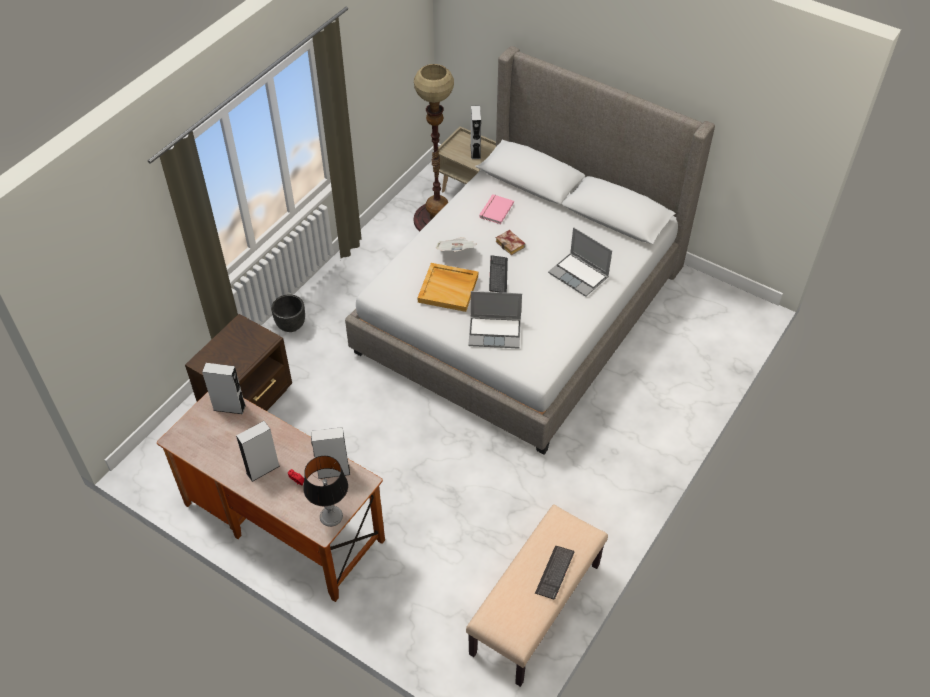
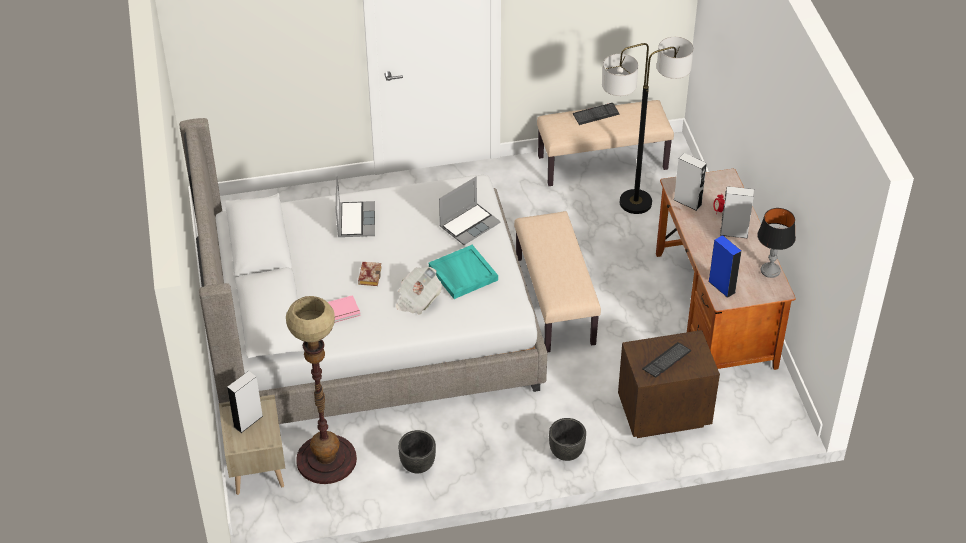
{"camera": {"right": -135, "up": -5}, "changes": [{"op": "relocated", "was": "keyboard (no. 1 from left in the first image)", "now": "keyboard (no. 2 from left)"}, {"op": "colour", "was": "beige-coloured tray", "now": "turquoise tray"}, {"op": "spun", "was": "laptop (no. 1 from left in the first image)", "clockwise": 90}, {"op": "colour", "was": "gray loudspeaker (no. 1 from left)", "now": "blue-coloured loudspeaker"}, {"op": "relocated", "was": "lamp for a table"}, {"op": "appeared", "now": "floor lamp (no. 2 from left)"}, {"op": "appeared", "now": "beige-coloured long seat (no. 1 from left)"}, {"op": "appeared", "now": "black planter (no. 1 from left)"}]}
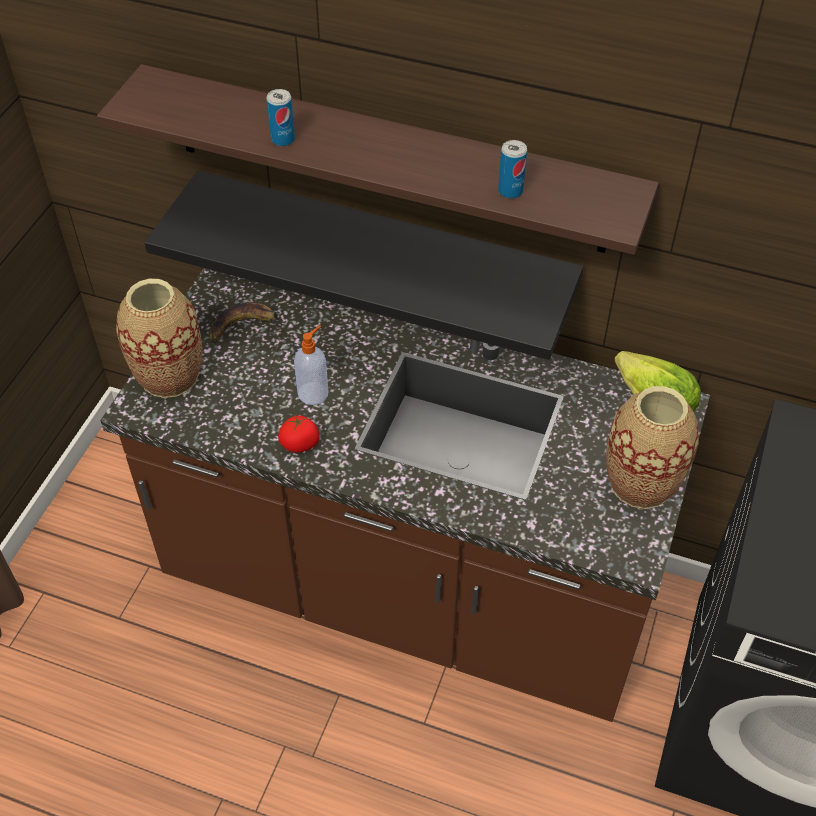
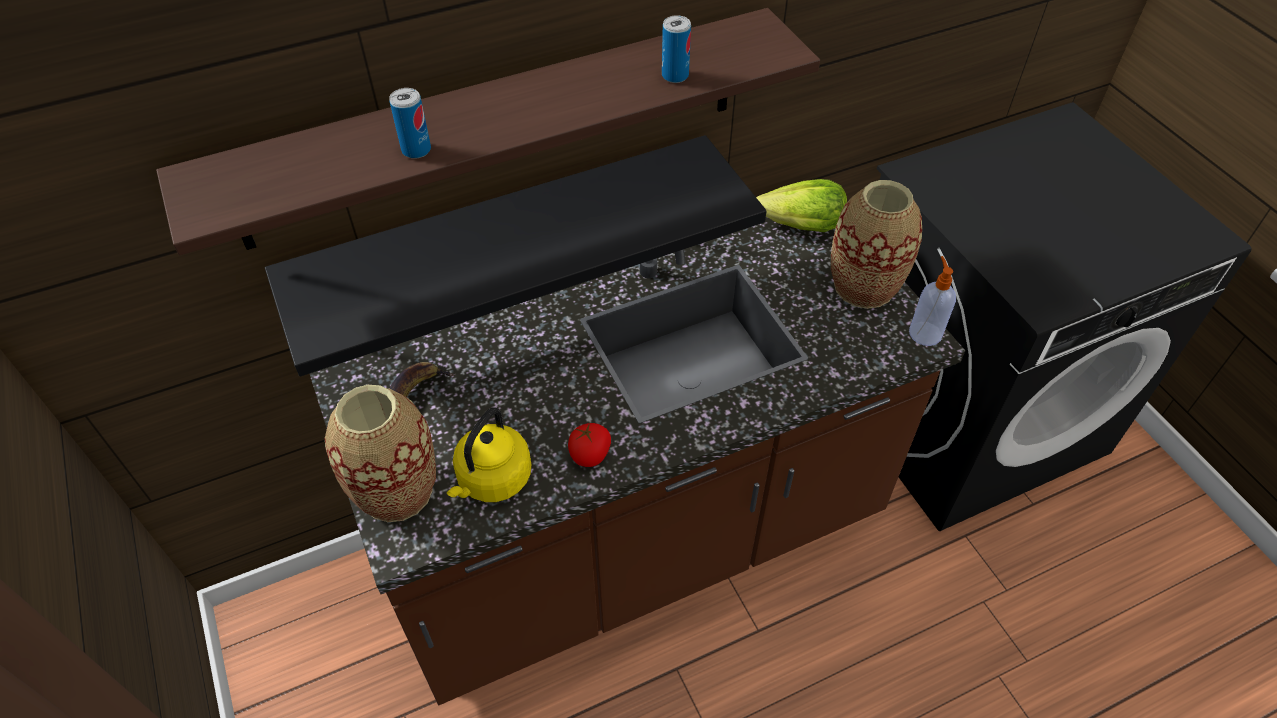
{"camera": {"right": -45, "up": 0}, "changes": [{"op": "relocated", "was": "soap dispenser"}, {"op": "appeared", "now": "yellow tea kettle"}]}
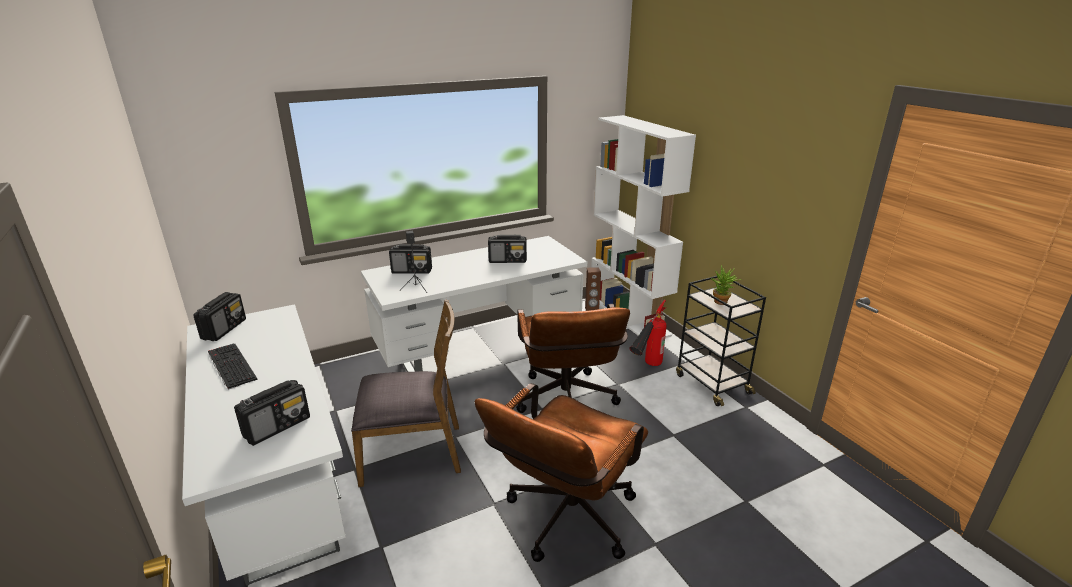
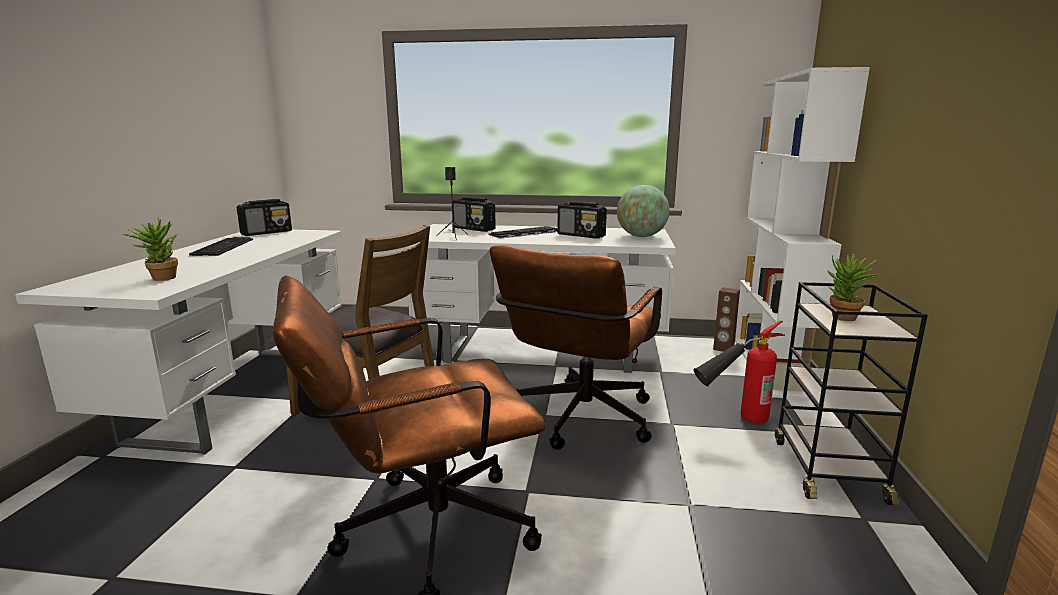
{"camera": {"right": 35, "up": -10}, "changes": [{"op": "exchanged", "was": "radio receiver (no. 2 from left)", "now": "houseplant (no. 1 from left)"}, {"op": "appeared", "now": "desk globe"}, {"op": "appeared", "now": "keyboard (no. 2 from left)"}]}
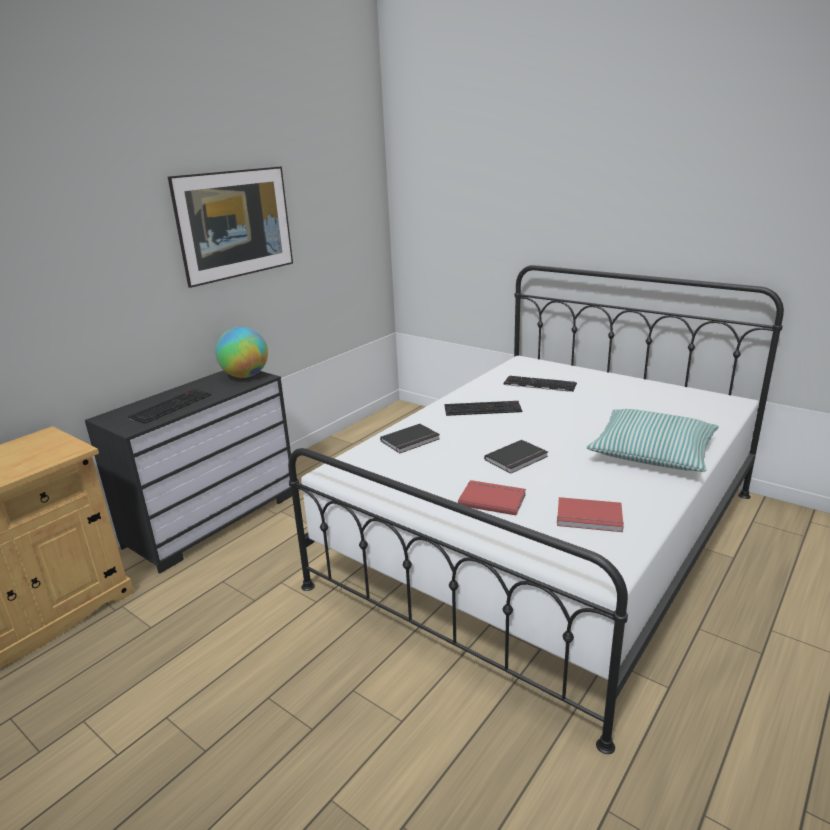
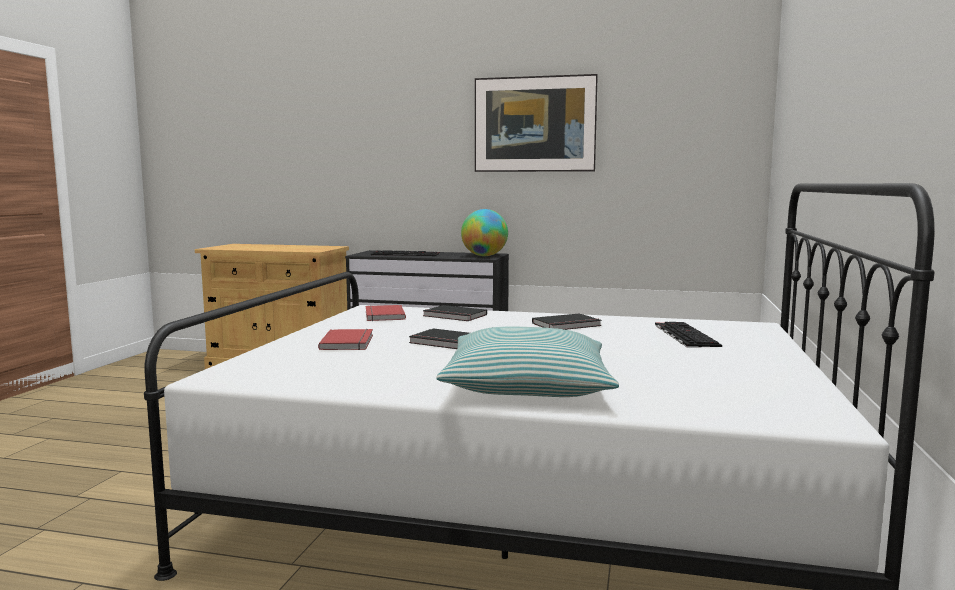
{"camera": {"right": 65, "up": -15}, "changes": [{"op": "exchanged", "was": "keyboard (no. 2 from left)", "now": "black volume (no. 3 from left)"}, {"op": "relocated", "was": "reddish volume (no. 2 from left)"}]}
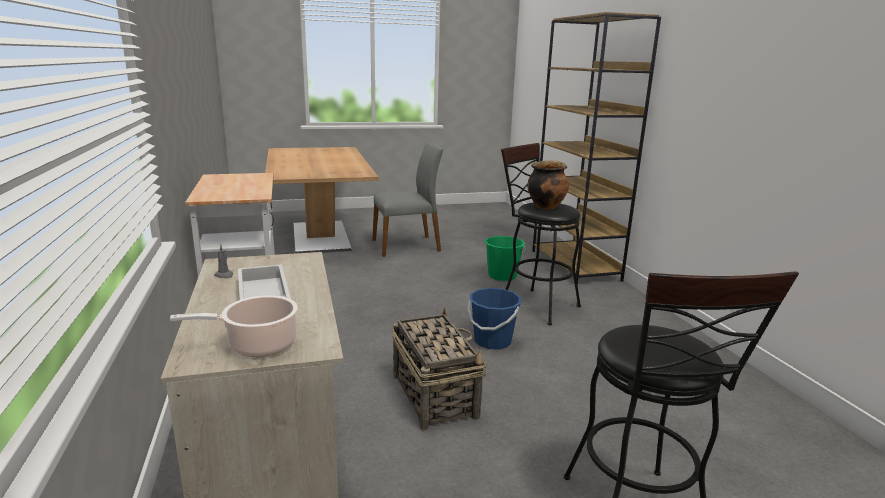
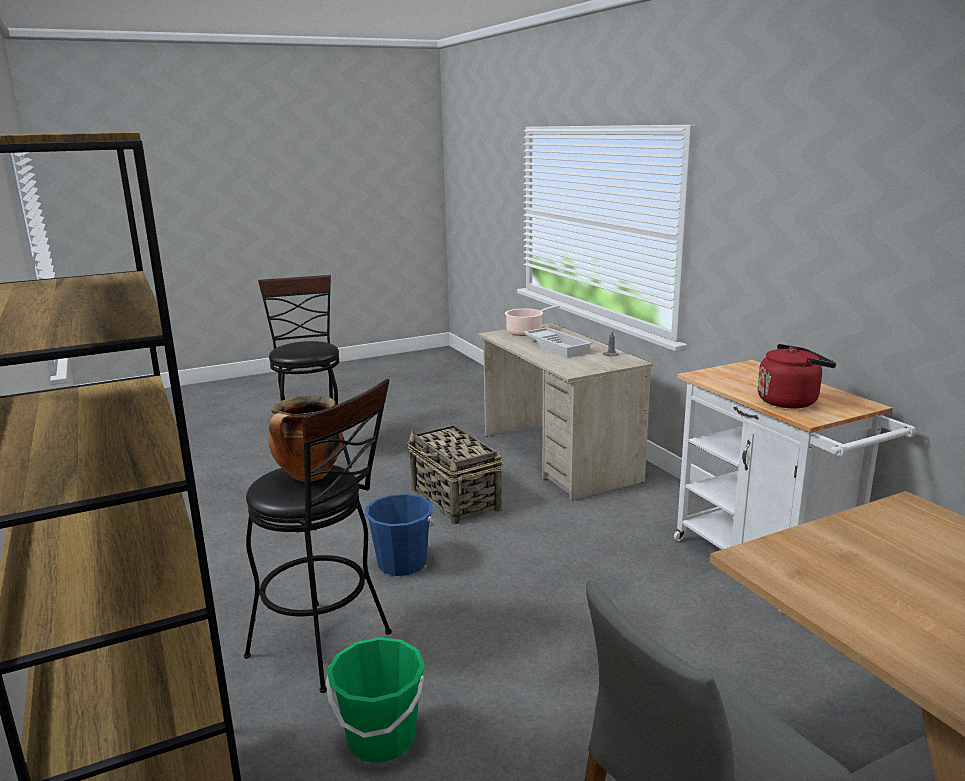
{"camera": {"right": 170, "up": 0}, "changes": [{"op": "appeared", "now": "reddish tea kettle"}]}
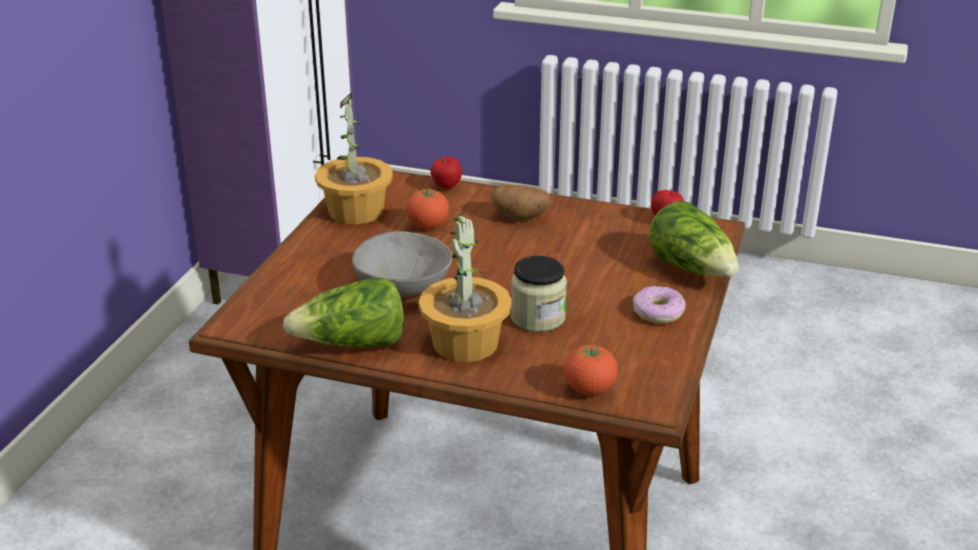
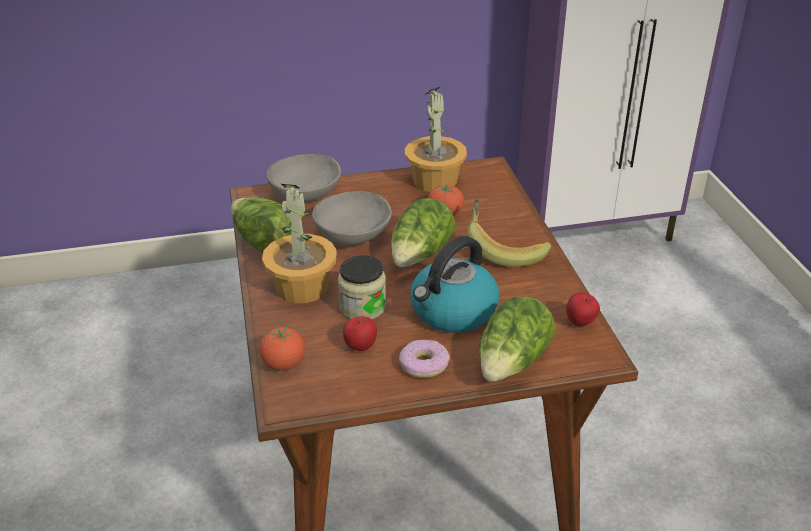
{"camera": {"right": 60, "up": 5}, "changes": [{"op": "relocated", "was": "apple fruit (no. 1 from left)"}, {"op": "exchanged", "was": "spud", "now": "banana"}, {"op": "appeared", "now": "gray deep dish (no. 1 from left)"}, {"op": "appeared", "now": "head of lettuce (no. 2 from left)"}, {"op": "appeared", "now": "tea kettle"}]}
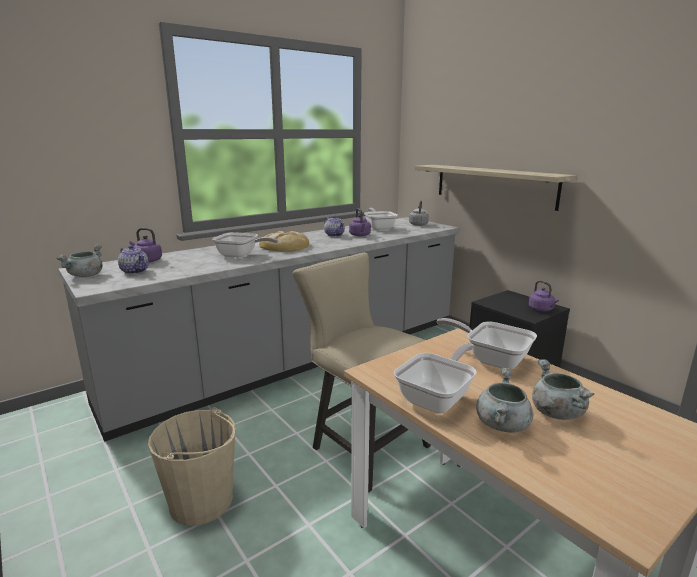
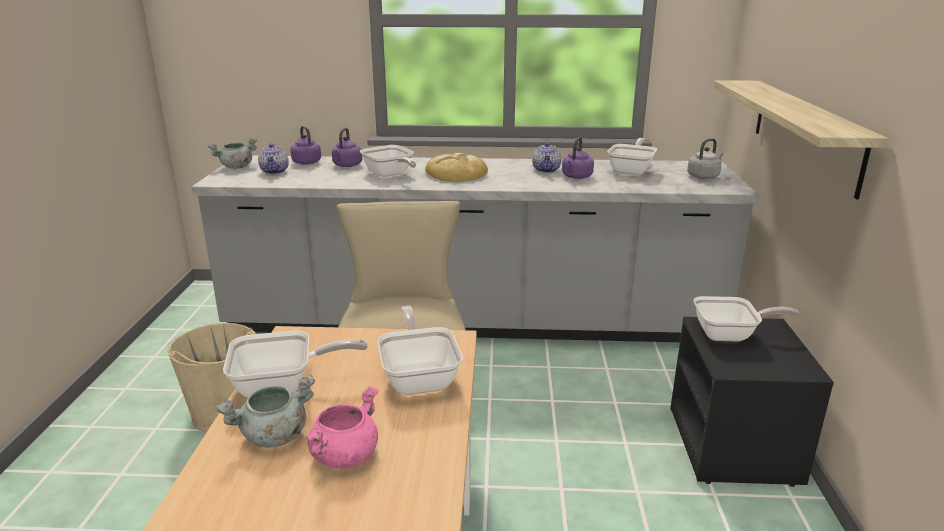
{"camera": {"right": 40, "up": 5}, "changes": [{"op": "relocated", "was": "purple tea kettle (no. 3 from left in the first image)", "now": "purple tea kettle (no. 2 from left)"}, {"op": "colour", "was": "gray cooking pot (no. 3 from left)", "now": "pinkish cooking pot"}, {"op": "appeared", "now": "pan (no. 5 from left)"}]}
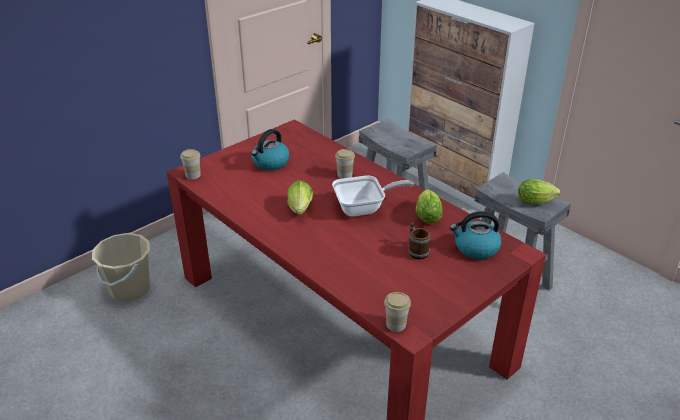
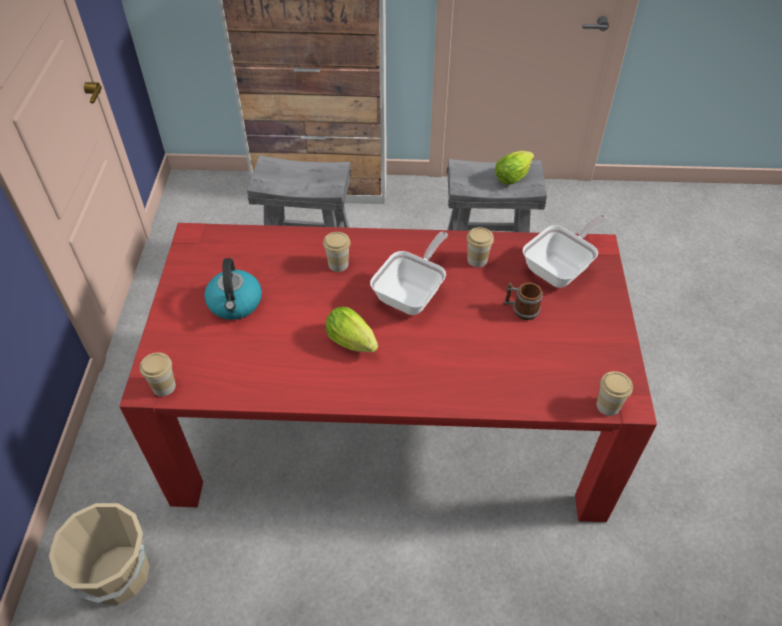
{"camera": {"right": -45, "up": 15}, "changes": [{"op": "exchanged", "was": "head of lettuce (no. 2 from left)", "now": "small cup (no. 3 from left)"}, {"op": "exchanged", "was": "tea kettle (no. 2 from left)", "now": "pan (no. 2 from left)"}]}
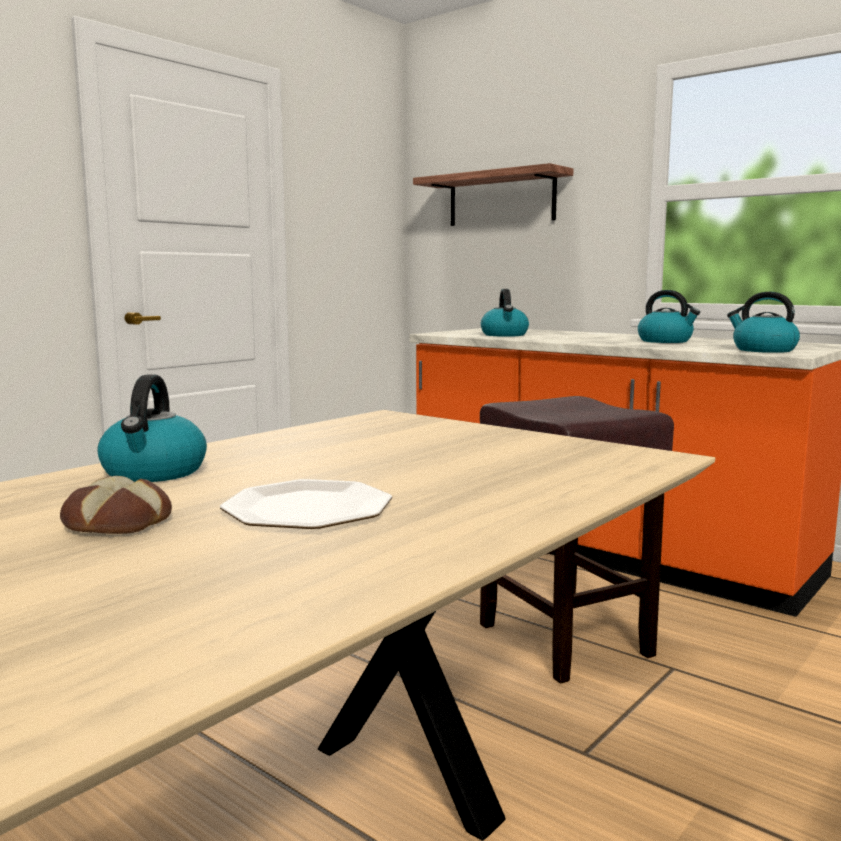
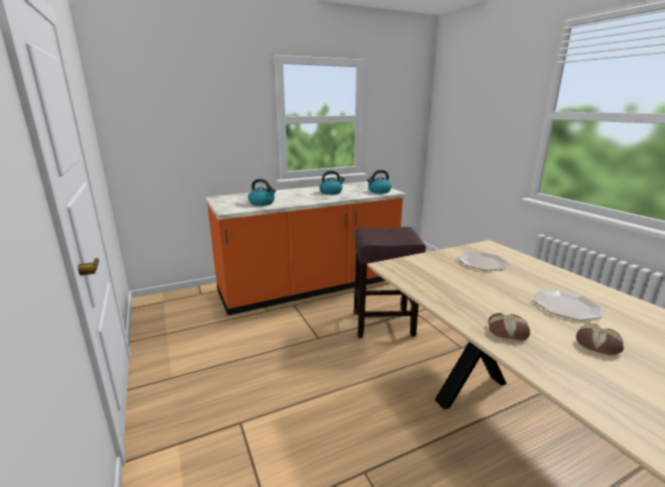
{"camera": {"right": -65, "up": 10}, "changes": [{"op": "missing", "was": "bracket shelf"}, {"op": "exchanged", "was": "tea kettle (no. 1 from left)", "now": "bakery bread (no. 1 from left)"}, {"op": "appeared", "now": "plate (no. 1 from left)"}]}
